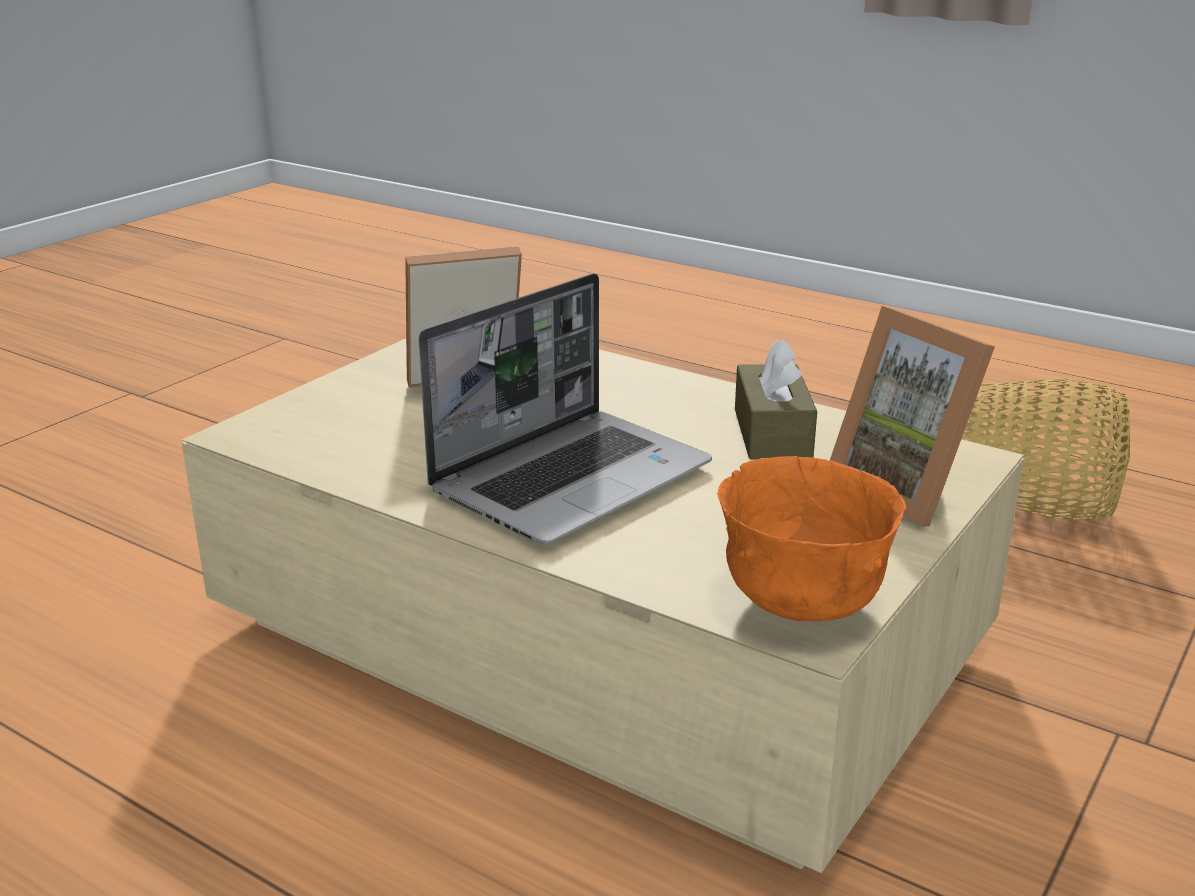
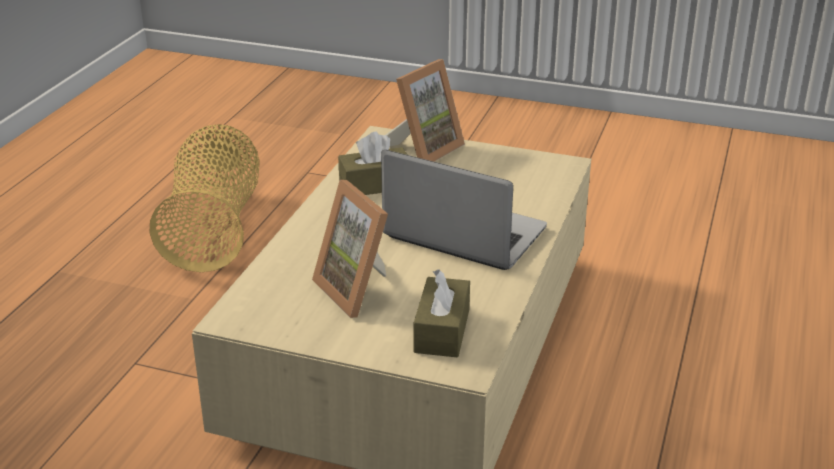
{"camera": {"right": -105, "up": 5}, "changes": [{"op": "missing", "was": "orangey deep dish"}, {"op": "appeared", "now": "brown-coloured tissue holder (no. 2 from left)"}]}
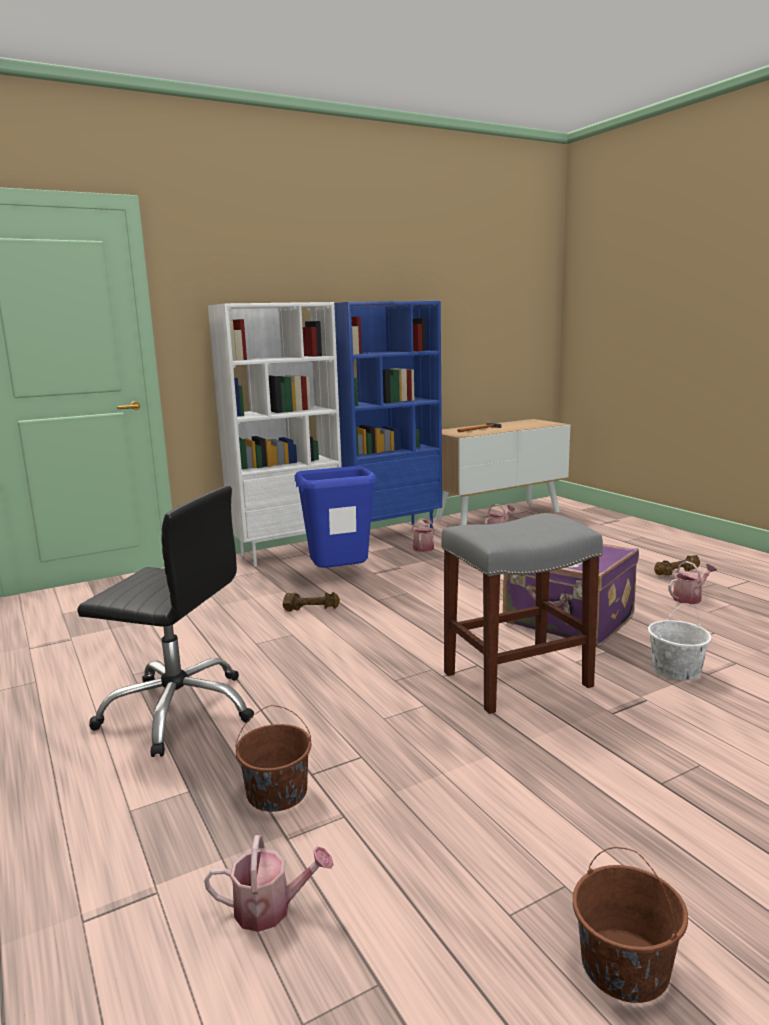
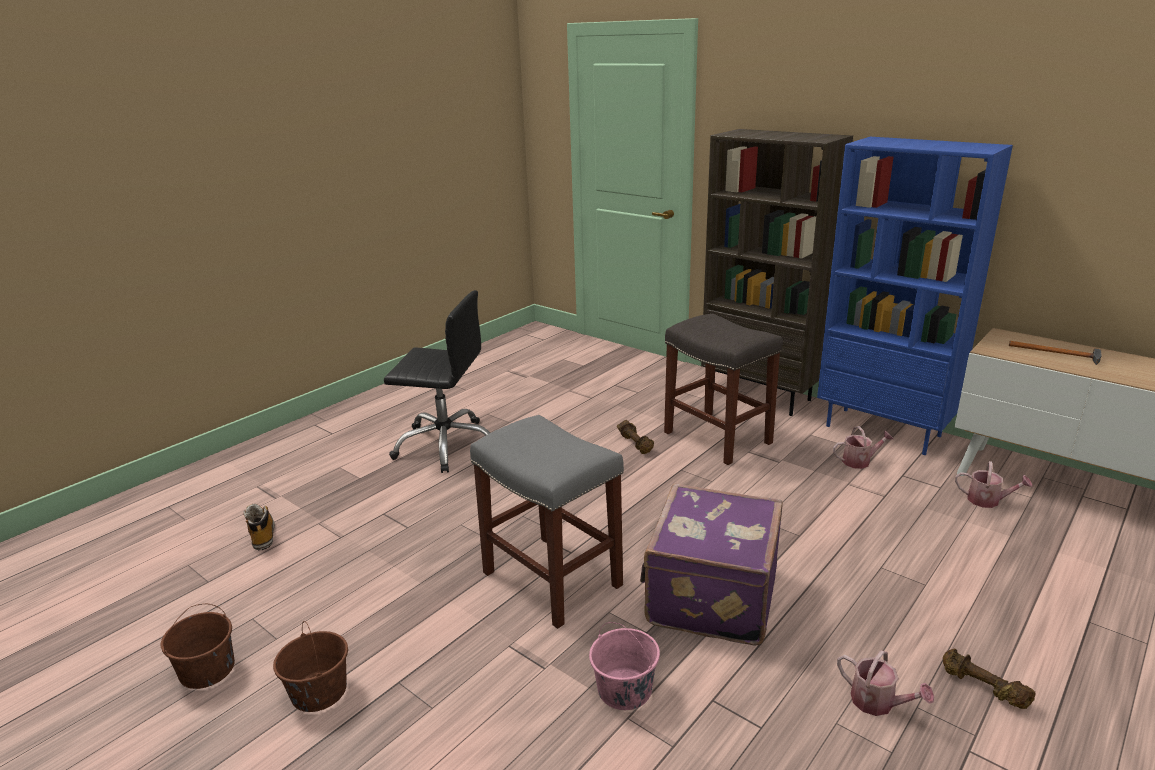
{"camera": {"right": 70, "up": 10}, "changes": [{"op": "colour", "was": "white bookcase", "now": "brown-coloured bookcase"}, {"op": "exchanged", "was": "blue-coloured waste bin", "now": "gray sitting stool (no. 2 from left)"}, {"op": "spun", "was": "black desk chair", "clockwise": -75}, {"op": "colour", "was": "white bucket", "now": "pinkish bucket"}, {"op": "relocated", "was": "brown-coloured bucket (no. 1 from left in the first image)", "now": "brown-coloured bucket (no. 2 from left)"}, {"op": "exchanged", "was": "watering pot (no. 1 from left)", "now": "boot"}]}
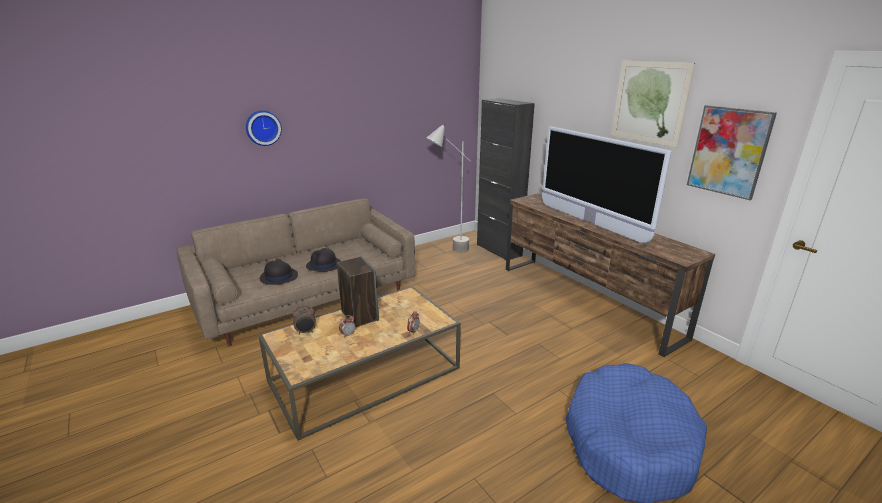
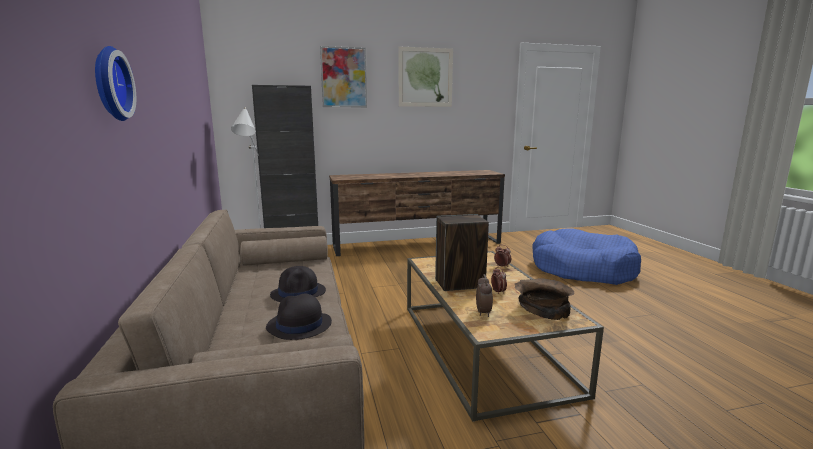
{"camera": {"right": -70, "up": -10}, "changes": [{"op": "relocated", "was": "wall art (no. 2 from left in the first image)", "now": "wall art (no. 1 from left)"}, {"op": "missing", "was": "television"}, {"op": "appeared", "now": "brown-coloured deep dish"}]}
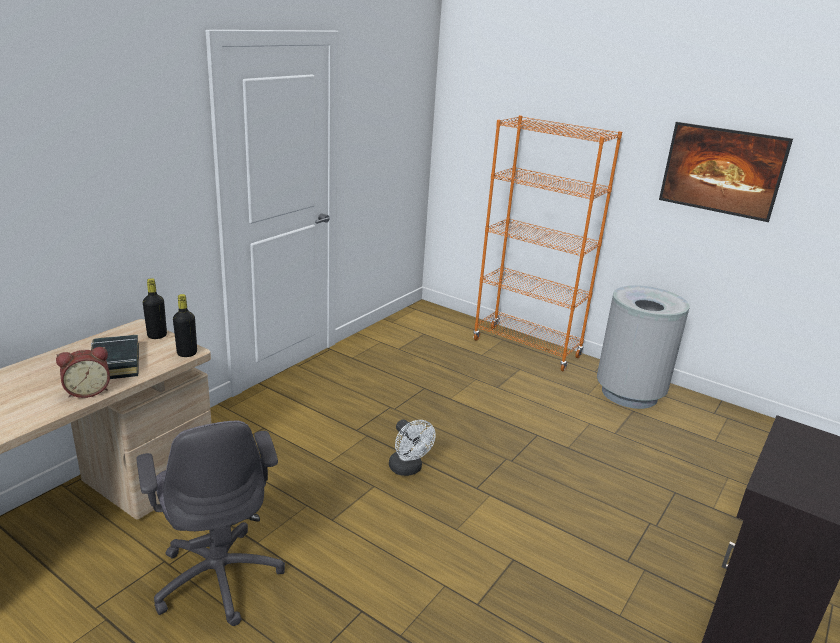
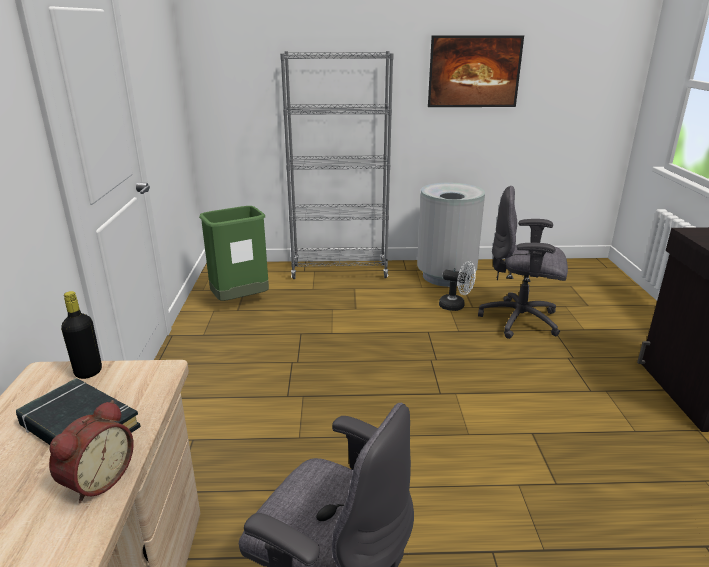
{"camera": {"right": -35, "up": 0}, "changes": [{"op": "colour", "was": "orangey bookcase", "now": "gray bookcase"}, {"op": "missing", "was": "black drink bottle (no. 2 from left)"}, {"op": "relocated", "was": "white electric fan"}, {"op": "appeared", "now": "gray desk chair (no. 2 from left)"}, {"op": "appeared", "now": "green waste bin"}]}
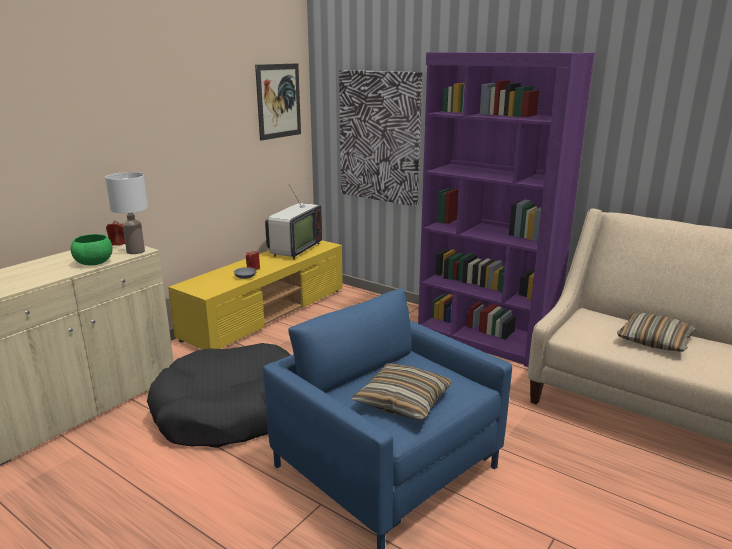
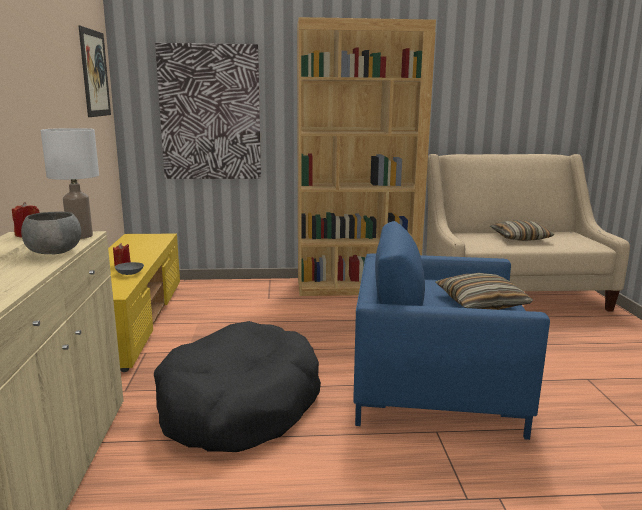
{"camera": {"right": -40, "up": -5}, "changes": [{"op": "colour", "was": "purple bookcase", "now": "brown-coloured bookcase"}, {"op": "missing", "was": "television"}, {"op": "colour", "was": "green deep dish", "now": "gray deep dish (no. 1 from left)"}]}
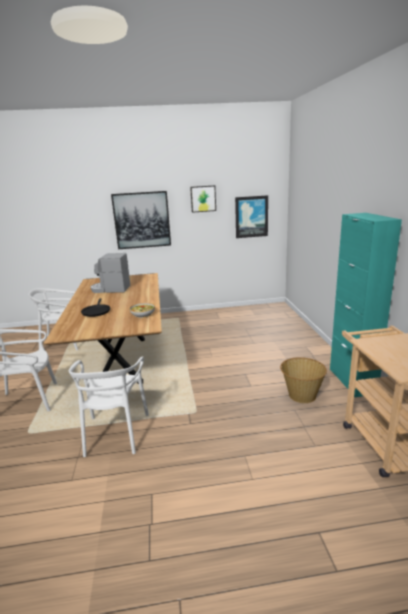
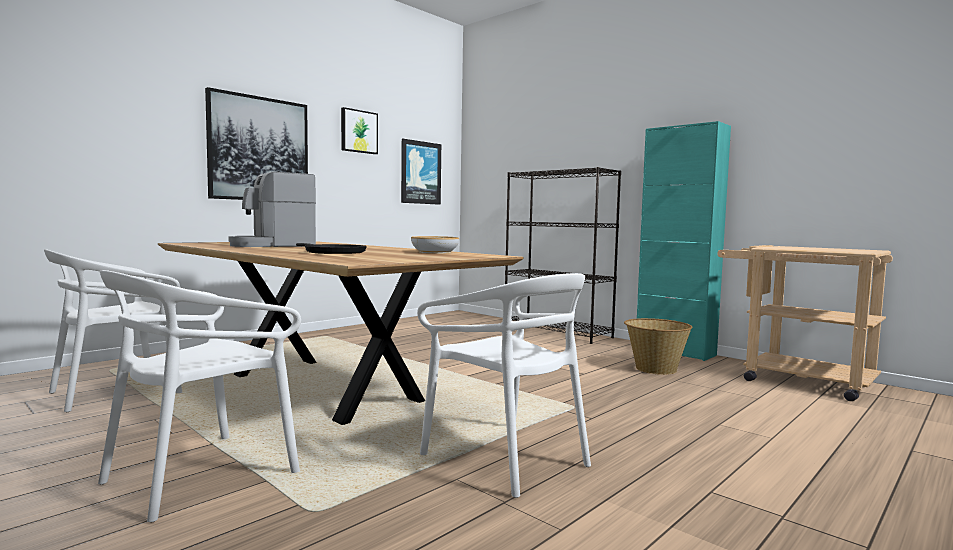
{"camera": {"right": -40, "up": -15}, "changes": [{"op": "appeared", "now": "black bookcase"}]}
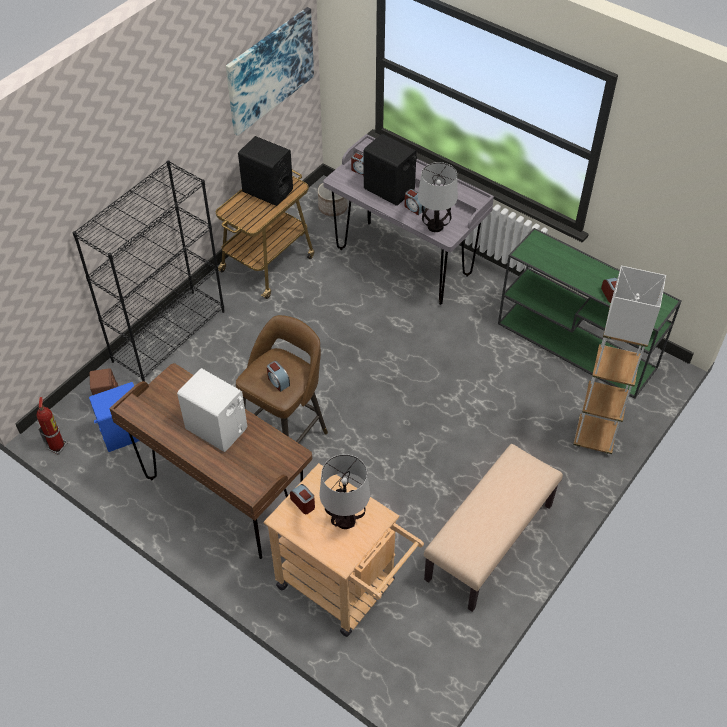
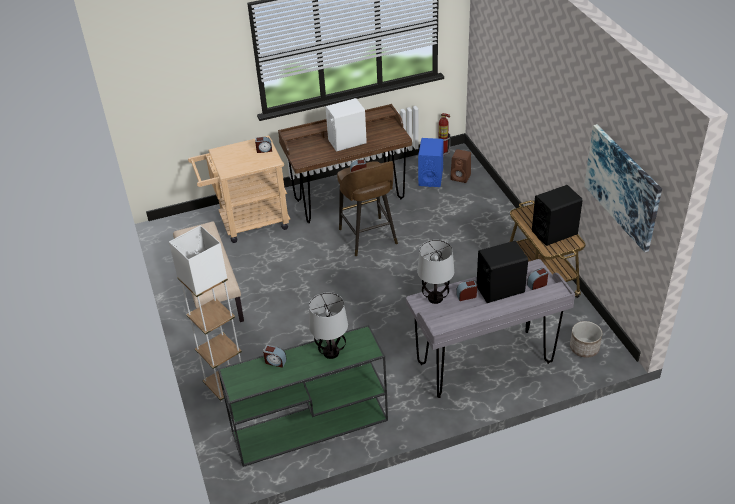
{"camera": {"right": 125, "up": -10}, "changes": [{"op": "missing", "was": "black bookcase"}, {"op": "relocated", "was": "lamp for a table (no. 1 from left)"}]}
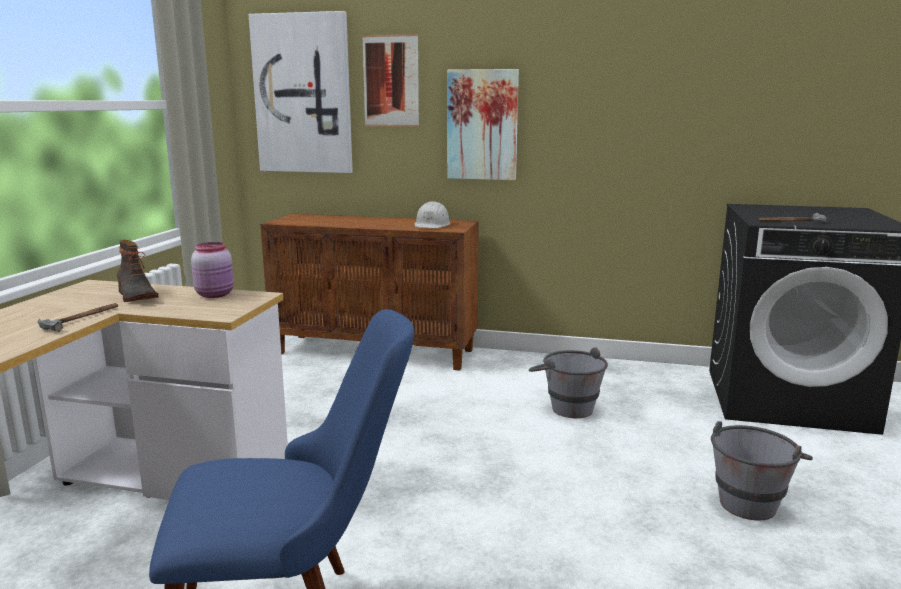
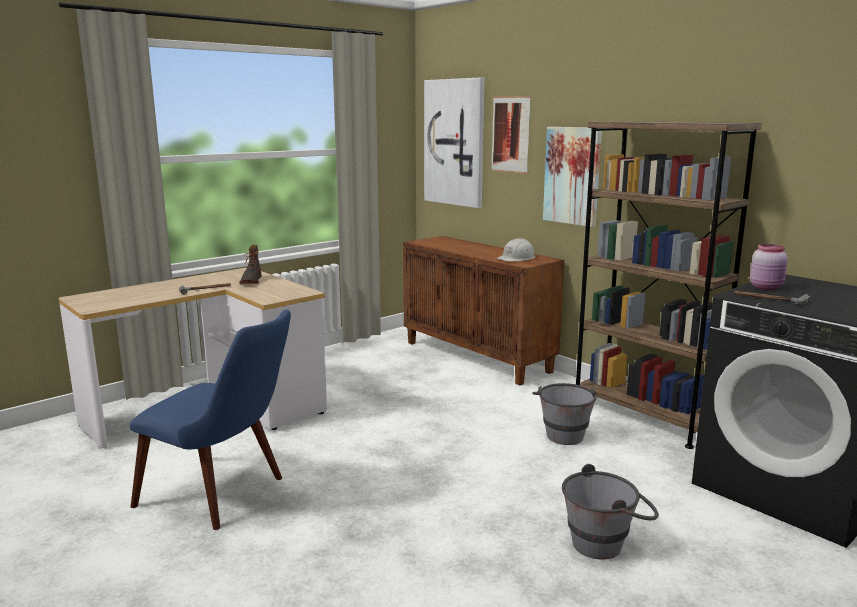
{"camera": {"right": 35, "up": 0}, "changes": [{"op": "relocated", "was": "pinkish preserve jar"}, {"op": "appeared", "now": "brown-coloured bookcase"}]}
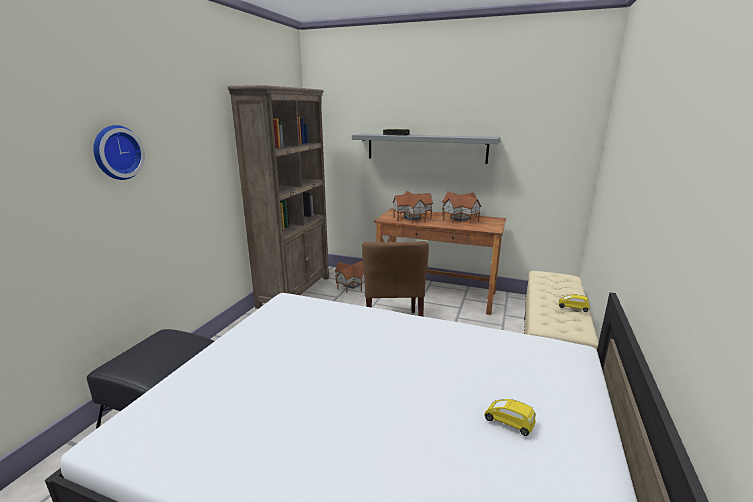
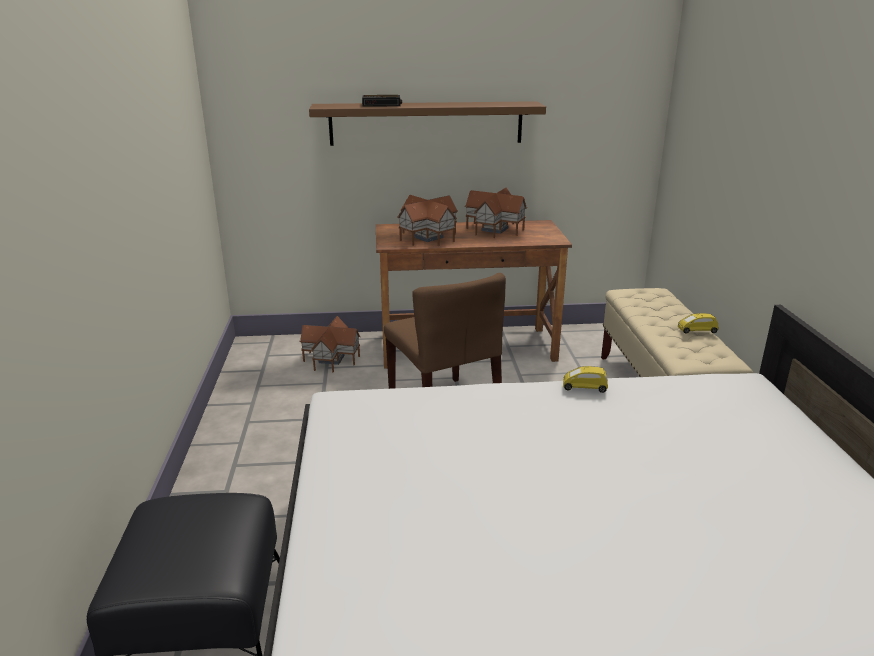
{"camera": {"right": -25, "up": 5}, "changes": [{"op": "missing", "was": "brown-coloured bookcase"}, {"op": "missing", "was": "clock on the wall"}, {"op": "colour", "was": "gray bracket shelf", "now": "brown-coloured bracket shelf"}, {"op": "relocated", "was": "yellow model car (no. 1 from left)"}]}
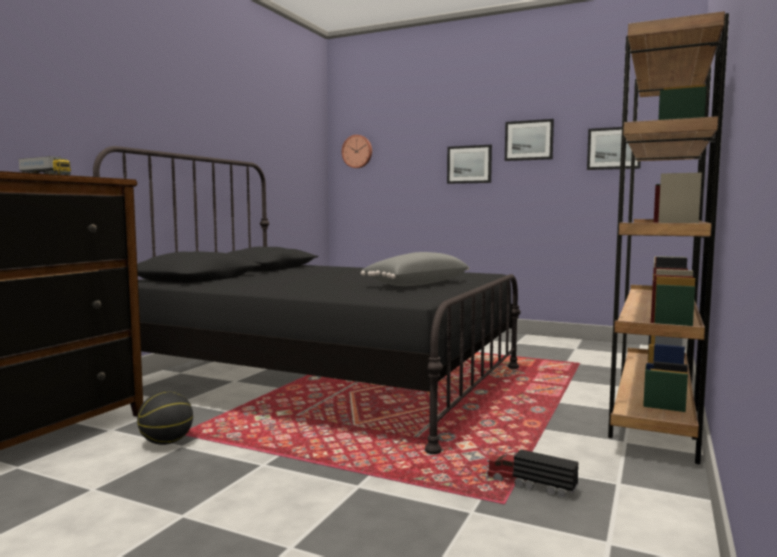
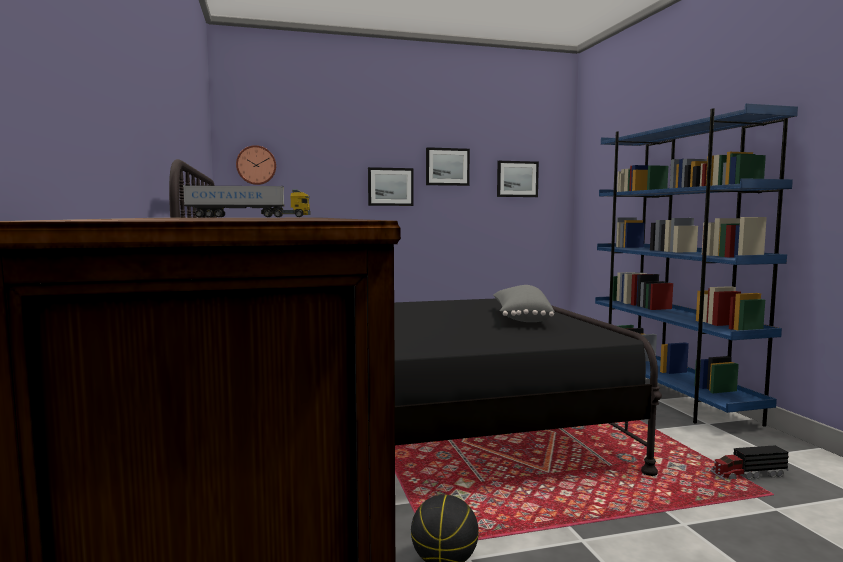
{"camera": {"right": -40, "up": 0}, "changes": [{"op": "colour", "was": "brown-coloured bookcase", "now": "blue-coloured bookcase"}]}
